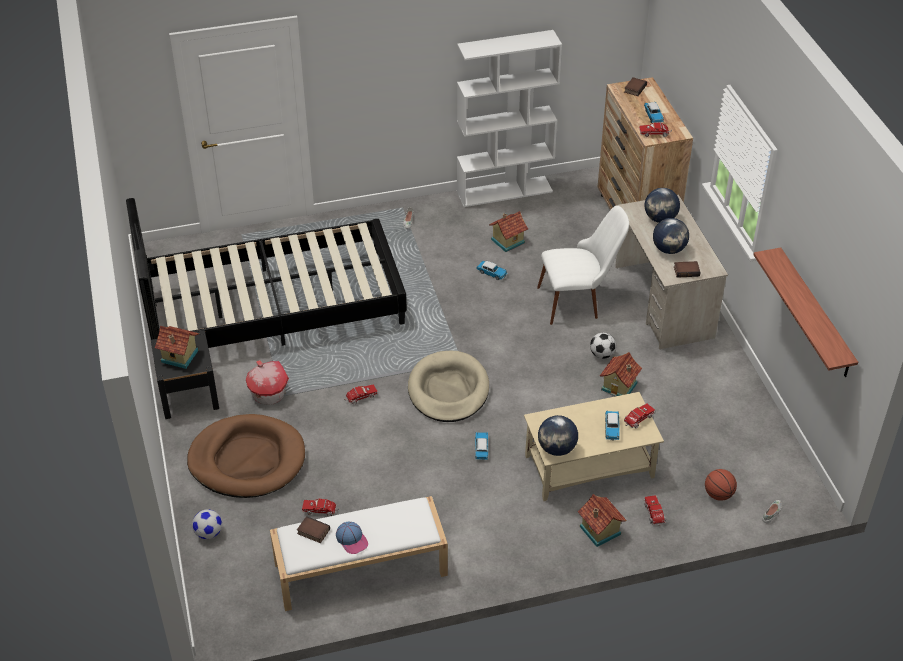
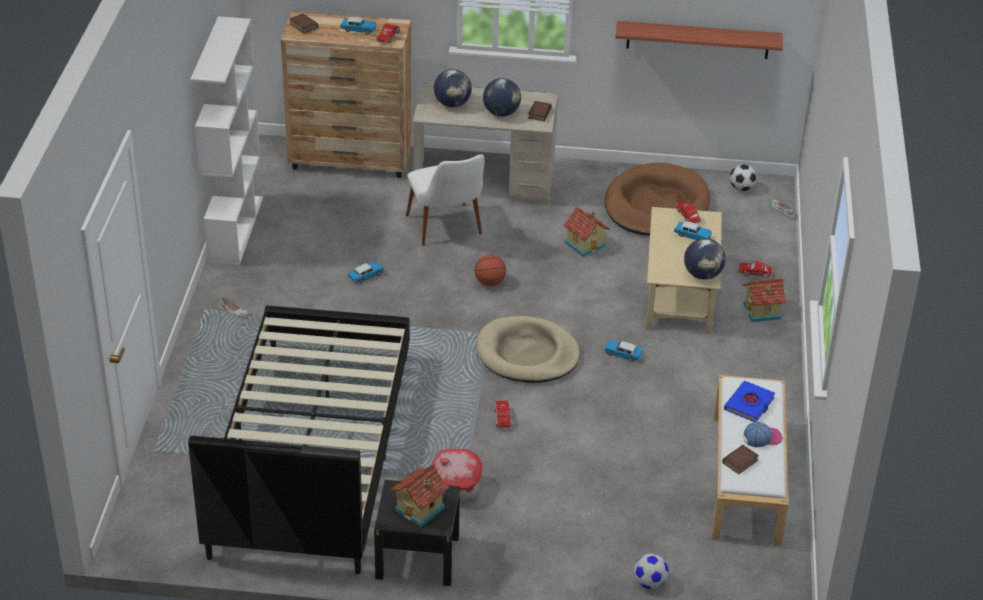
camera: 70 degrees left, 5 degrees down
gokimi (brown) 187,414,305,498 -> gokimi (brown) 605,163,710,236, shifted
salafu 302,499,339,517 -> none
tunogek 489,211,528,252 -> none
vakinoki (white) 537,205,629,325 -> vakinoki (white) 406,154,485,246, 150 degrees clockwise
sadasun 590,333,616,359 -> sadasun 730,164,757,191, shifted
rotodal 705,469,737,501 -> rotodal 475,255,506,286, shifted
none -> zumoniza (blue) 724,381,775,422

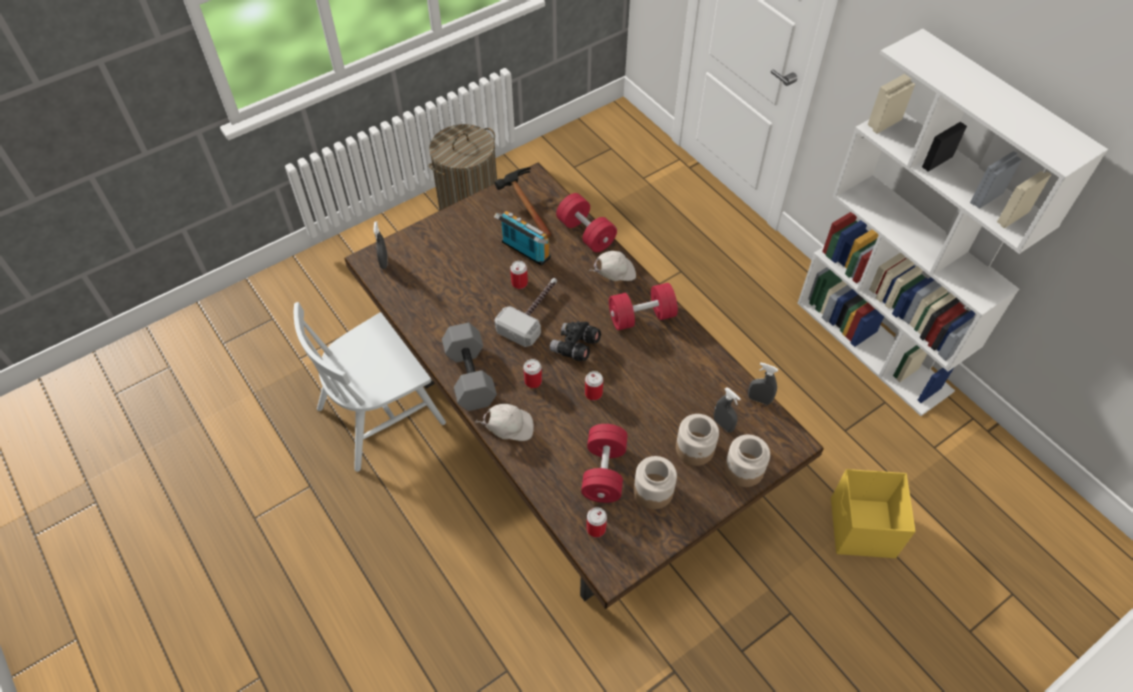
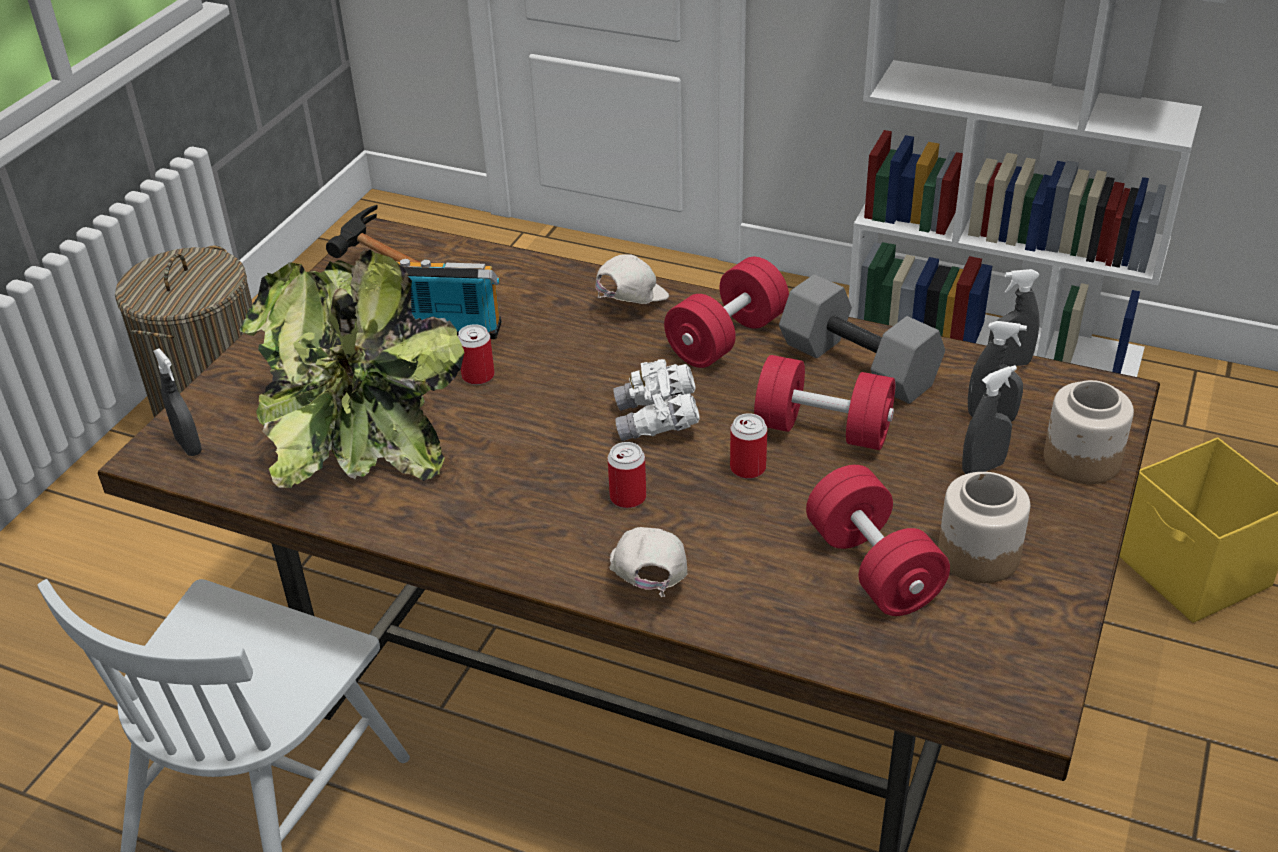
camera: 30 degrees left, 15 degrees down
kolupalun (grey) 442,323,497,411 -> kolupalun (grey) 779,274,945,404, shifted
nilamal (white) 475,404,534,441 -> nilamal (white) 610,527,688,597, 60 degrees counterclockwise
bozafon 494,278,557,347 -> none
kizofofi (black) 550,321,601,361 -> kizofofi (white) 613,359,700,441
kolupalun (red) 556,193,617,252 -> kolupalun (red) 754,355,896,450, shifted
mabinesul 586,507,607,538 -> none
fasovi 676,414,719,466 -> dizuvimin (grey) 962,365,1017,474
none -> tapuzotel 240,250,465,488

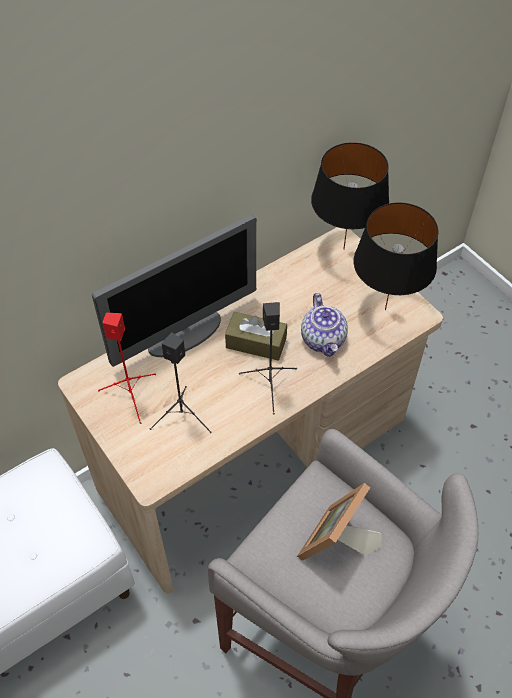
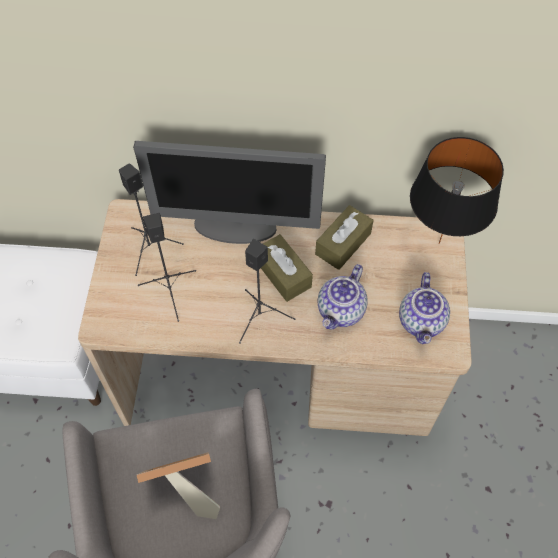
camera: 40 degrees right, 5 degrees up
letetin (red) 98,313,156,424 -> letetin (black) 119,163,184,276
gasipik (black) 354,202,439,310 -> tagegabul 399,272,450,344
none -> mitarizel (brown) 315,205,374,270

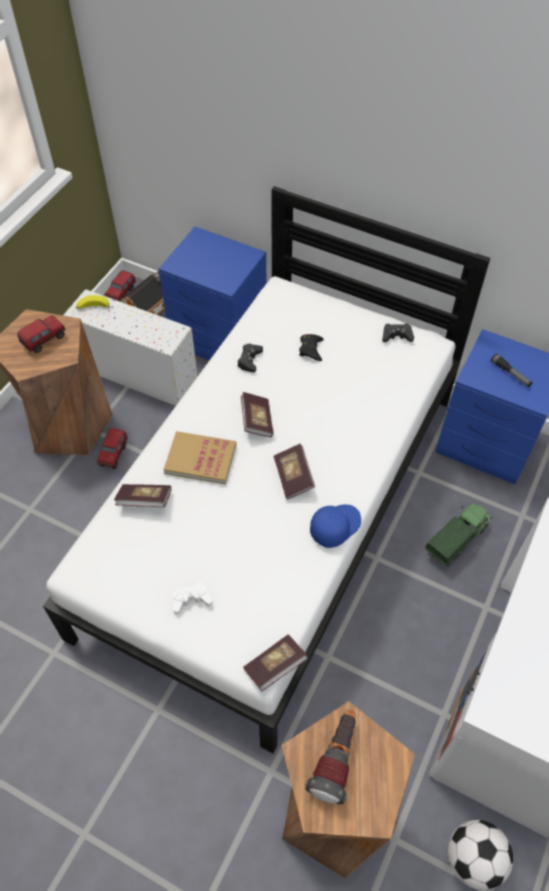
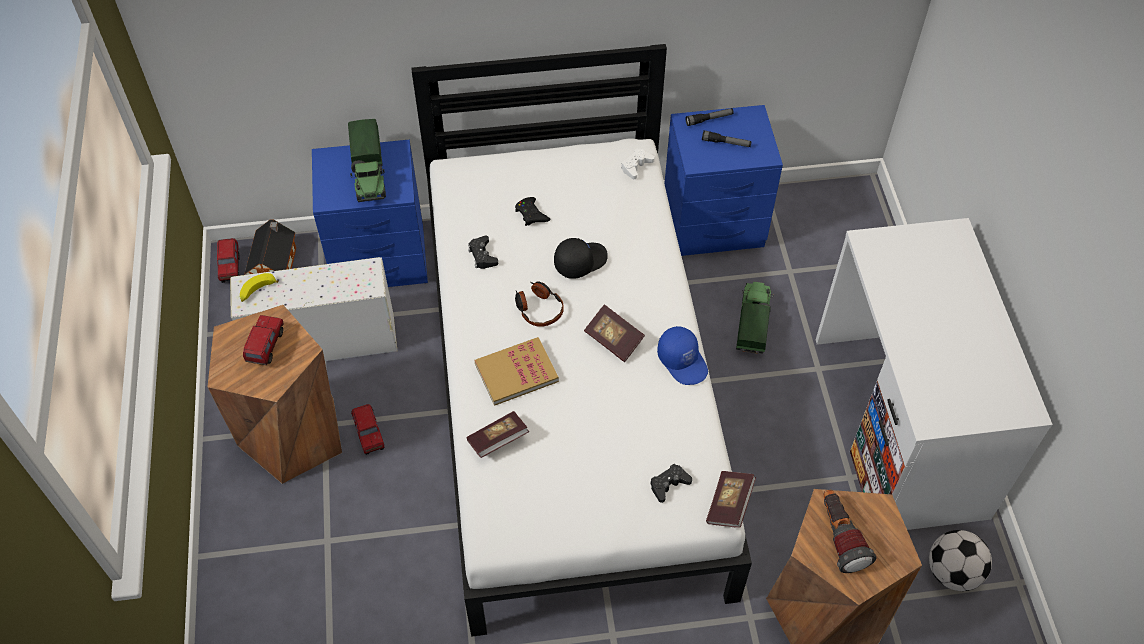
camera: 35 degrees left, 0 degrees up
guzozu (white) 173,582,212,614 -> guzozu (white) 621,149,655,179, shifted
zumoniza 241,392,274,437 -> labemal 515,281,564,327
nilamal (blue) 310,504,361,548 -> nilamal (blue) 657,326,708,385, 135 degrees clockwise
guzozu (black) 382,324,414,342 -> guzozu (black) 650,464,692,503, shifted
none -> salafu 348,119,386,202
none -> nilamal (black) 554,238,607,279
none -> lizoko 685,108,734,126

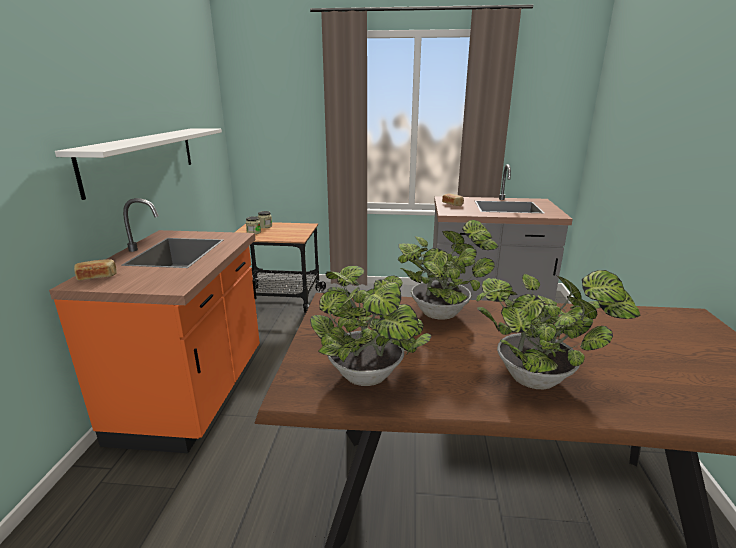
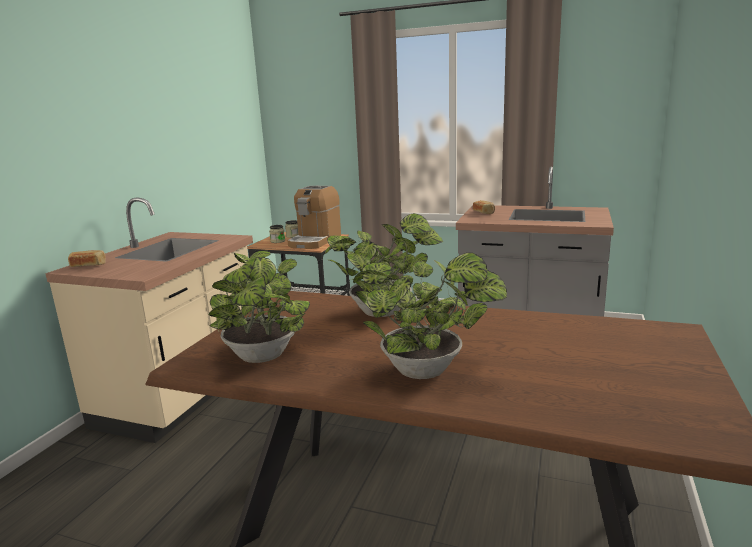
camera: 15 degrees right, 5 degrees down
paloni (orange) 49,198,260,453 -> paloni (beige) 45,198,253,443
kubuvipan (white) 55,128,222,200 -> none
none -> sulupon 287,185,341,249

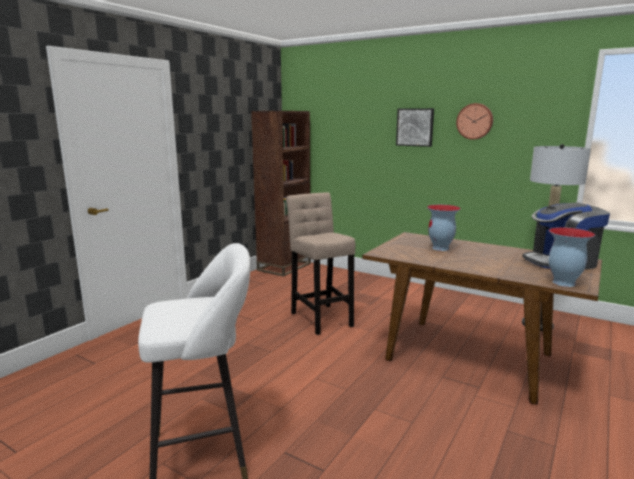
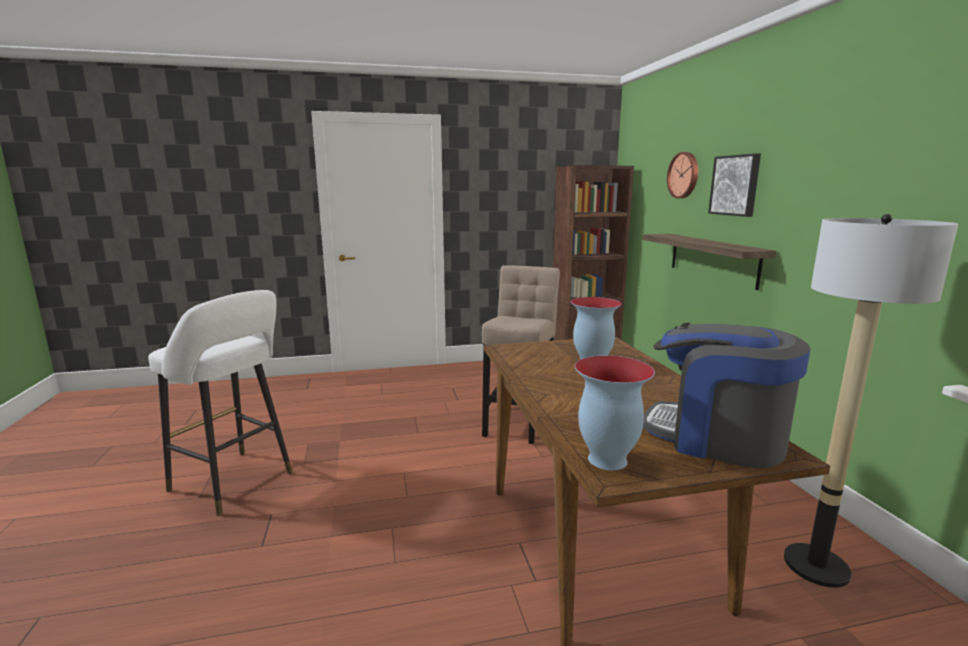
camera: 45 degrees right, 0 degrees up
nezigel 456,103,493,140 -> nezigel 667,152,698,198, shifted
none -> kubuvipan 643,234,776,290

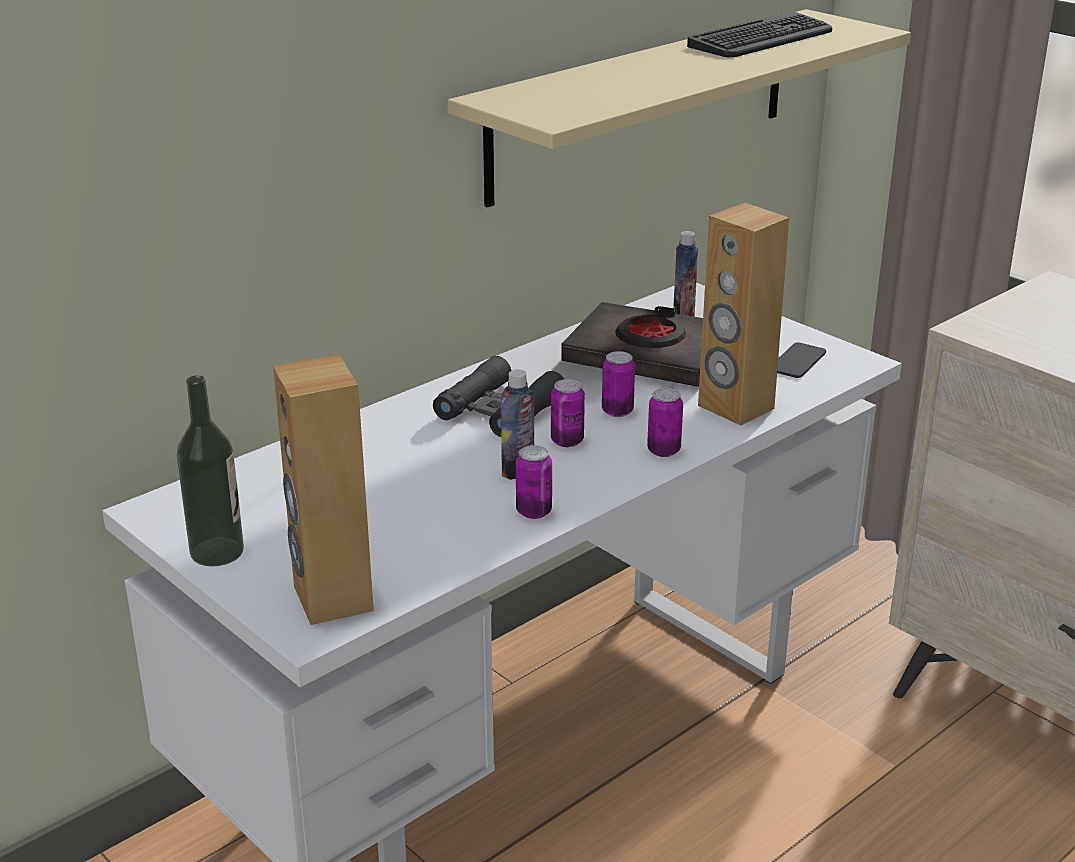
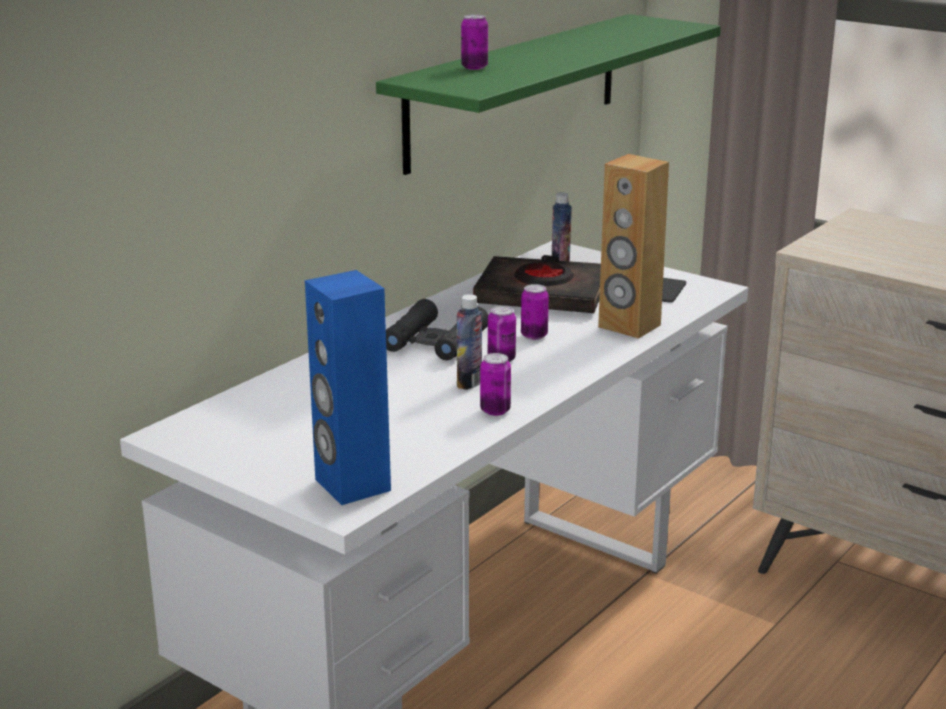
camera: 10 degrees left, 5 degrees down
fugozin 177,375,244,566 -> none
letetin (brown) 273,355,374,625 -> letetin (blue) 305,270,391,505
kubuvipan (beige) 447,9,911,207 -> kubuvipan (green) 376,14,721,175
mabinesul 647,388,683,457 -> mabinesul 461,14,488,70, shifted
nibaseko 687,12,832,57 -> none

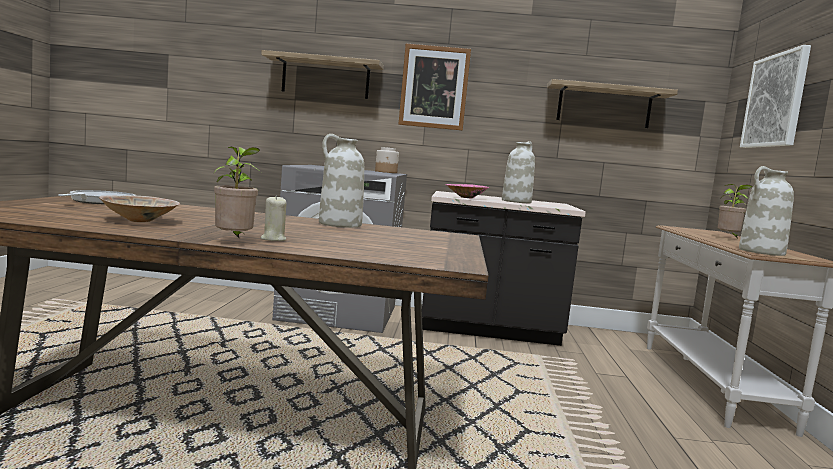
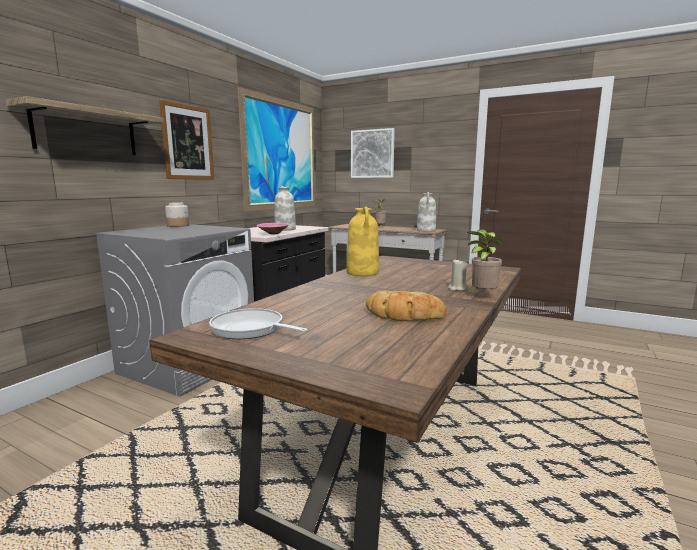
camera: 65 degrees left, 5 degrees up
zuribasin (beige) 99,195,180,222 -> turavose 366,290,447,321
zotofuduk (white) 319,134,364,228 -> zotofuduk (yellow) 347,207,379,276
kubuvipan 547,79,678,128 -> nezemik 238,87,315,212

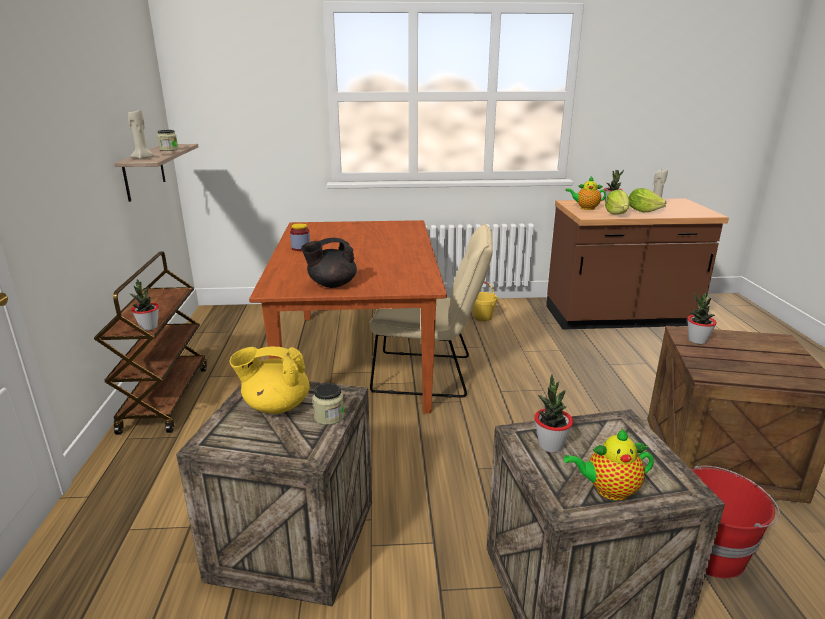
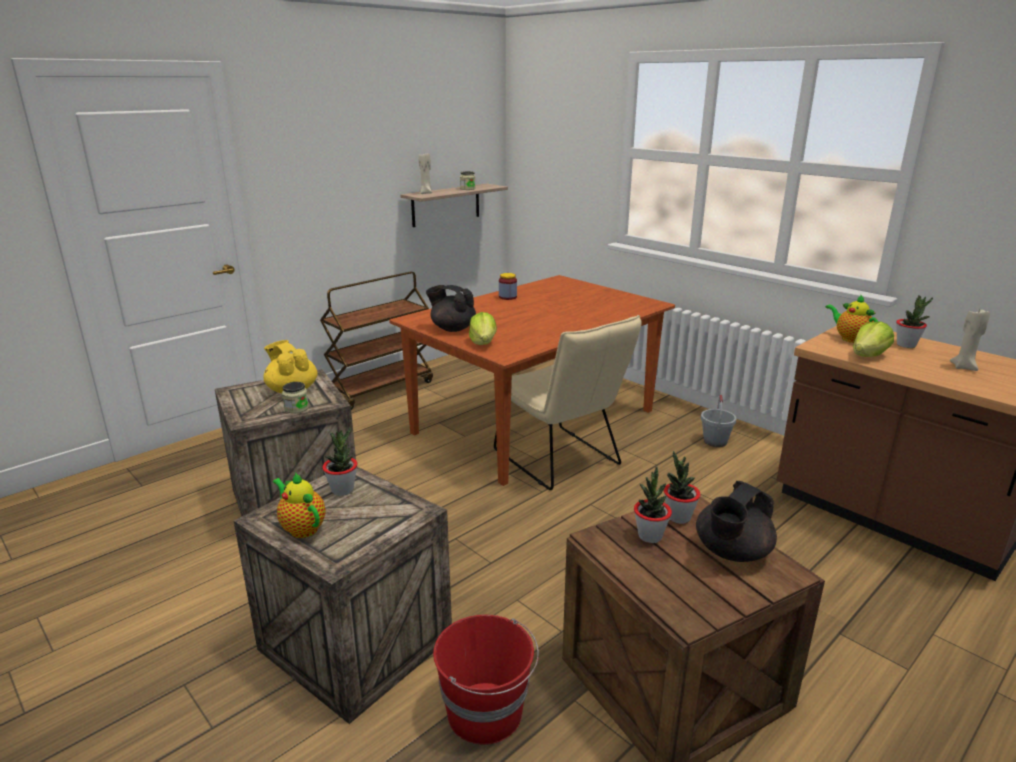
camera: 50 degrees right, 0 degrees up
tapuzotel 130,279,159,331 -> tapuzotel 634,466,672,543, shifted
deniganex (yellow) 473,281,498,321 -> deniganex (grey) 701,395,737,447
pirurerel 629,188,666,212 -> pirurerel 469,312,497,345, shifted
none -> tagegabul (black) 696,481,777,562

